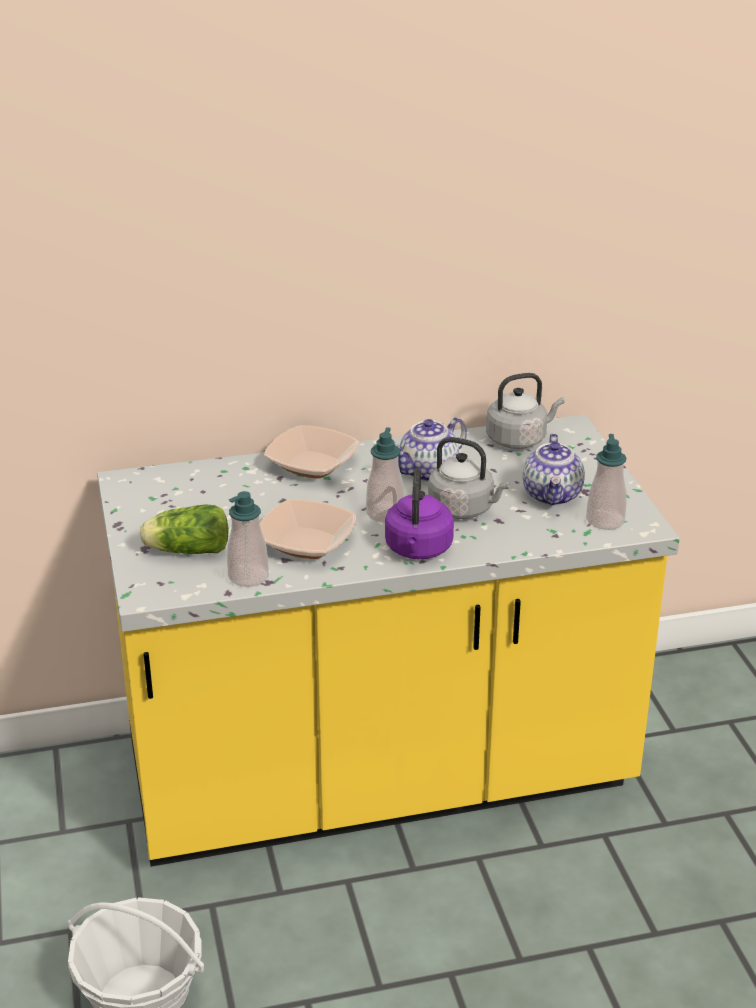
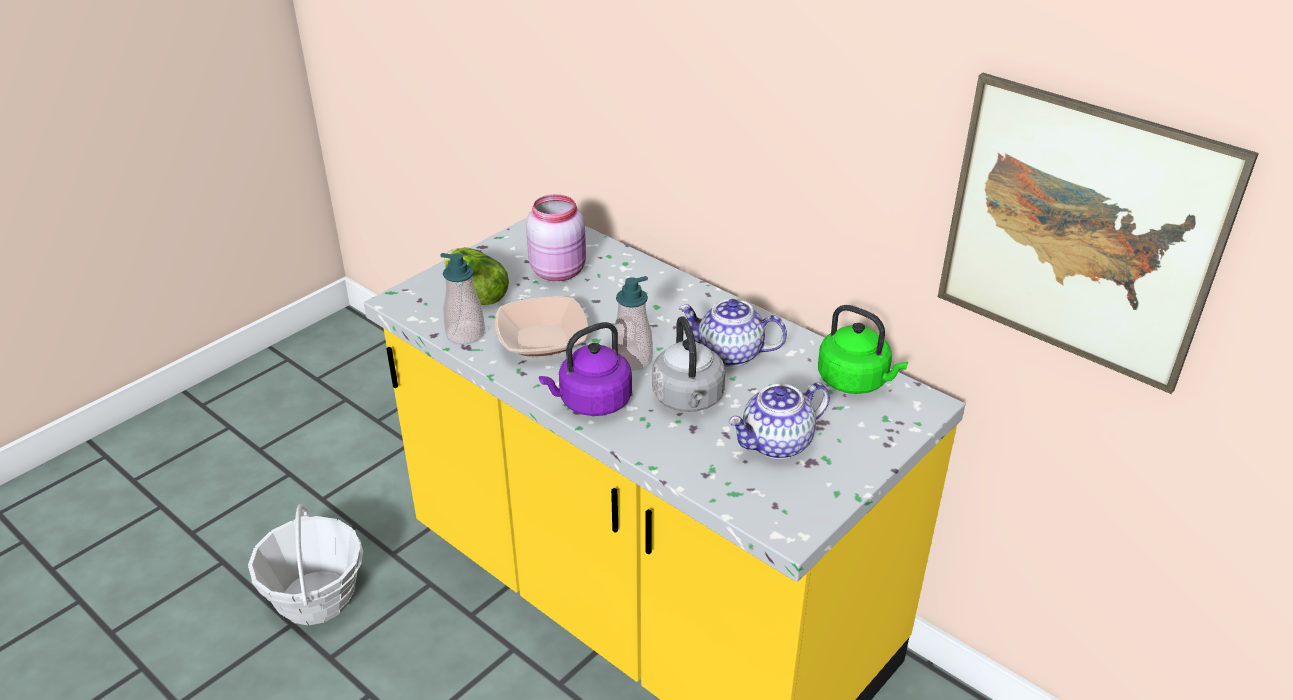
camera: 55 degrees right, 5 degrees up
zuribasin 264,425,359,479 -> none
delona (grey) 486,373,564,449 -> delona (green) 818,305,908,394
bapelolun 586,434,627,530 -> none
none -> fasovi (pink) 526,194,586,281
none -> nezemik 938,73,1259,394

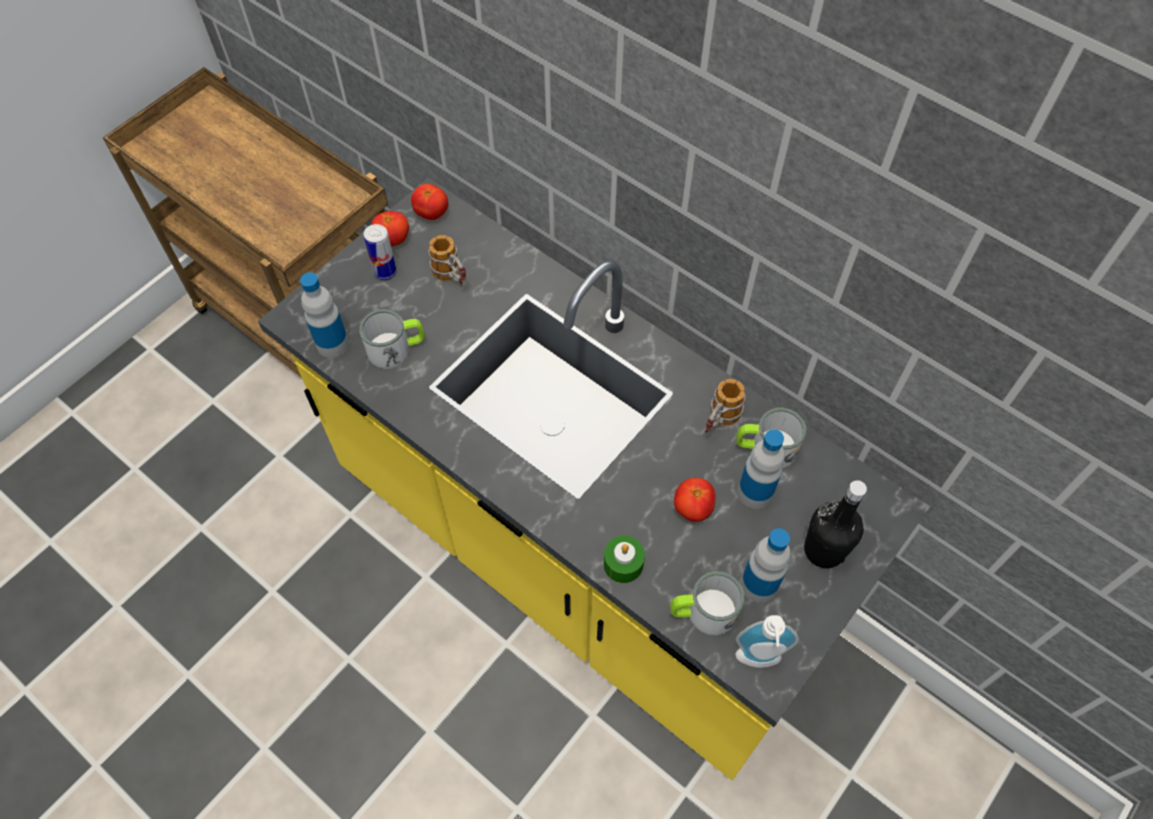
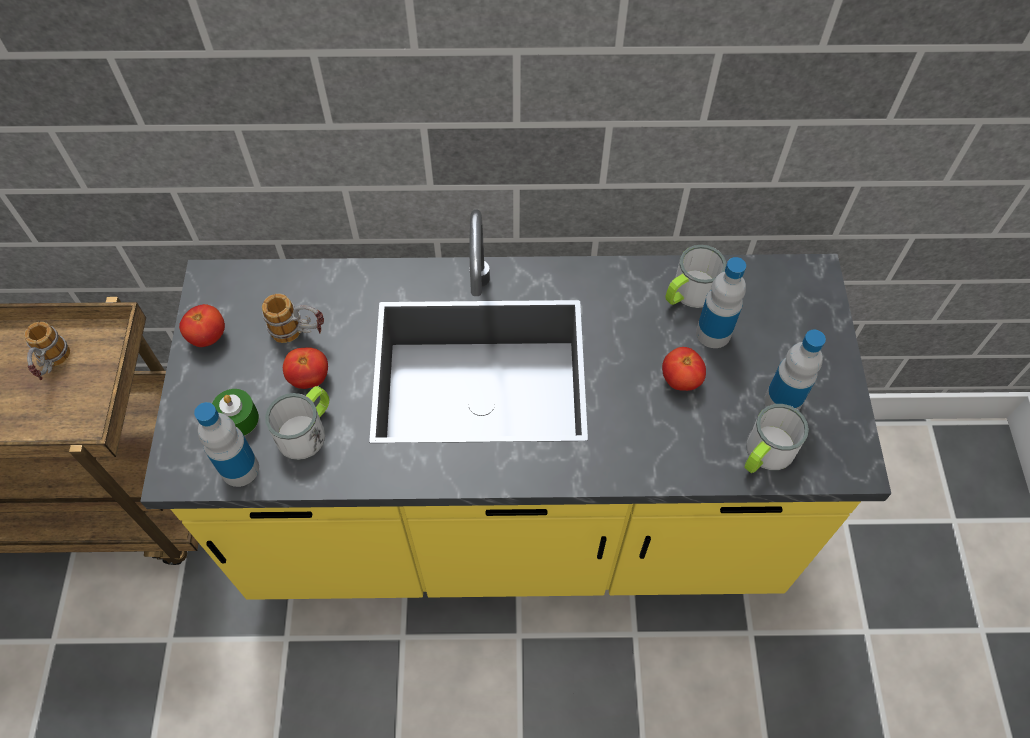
camera: 40 degrees left, 0 degrees up
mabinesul 364,224,397,280 -> none
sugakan 411,184,448,220 -> sugakan 283,347,328,389, shifted
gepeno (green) 603,535,645,583 -> gepeno (green) 212,389,259,436, shifted
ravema 705,379,746,432 -> ravema 24,322,70,380, shifted
bapelolun 735,615,799,668 -> none
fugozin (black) 804,480,867,568 -> none

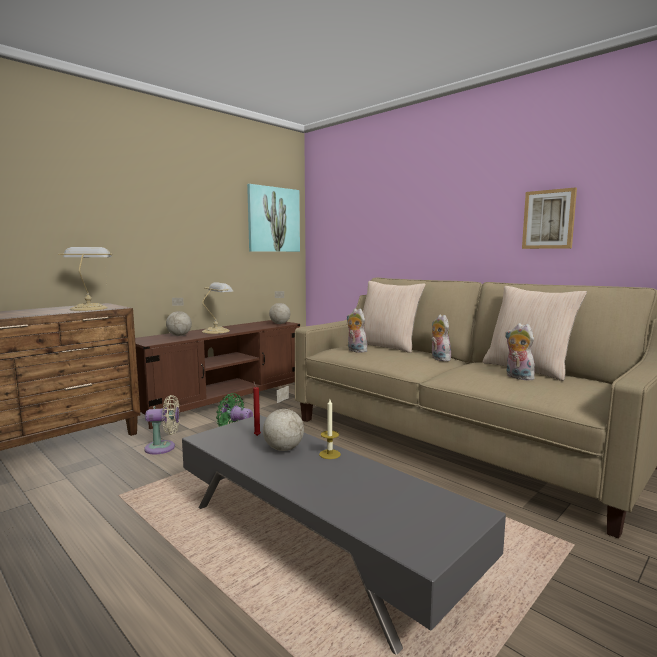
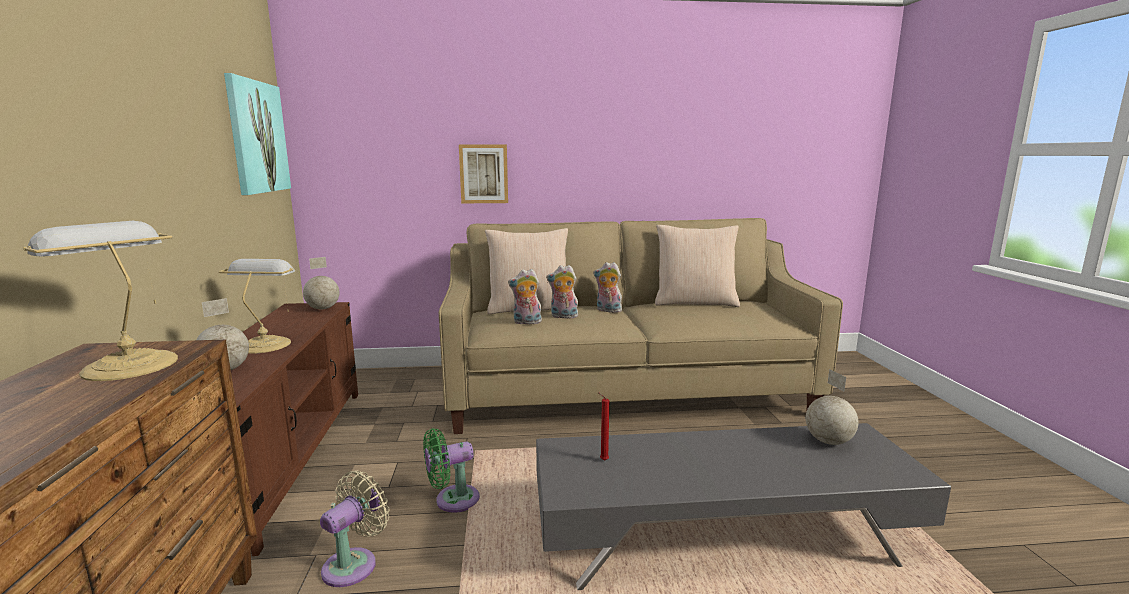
camera: 50 degrees left, 5 degrees up
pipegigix 263,386,304,451 -> pipegigix 806,369,859,445, shifted
gepeno 319,399,341,459 -> none
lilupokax 505,323,535,380 -> lilupokax 546,265,578,319, shifted
nezemik 522,187,577,249 -> nezemik 459,145,508,203, shifted

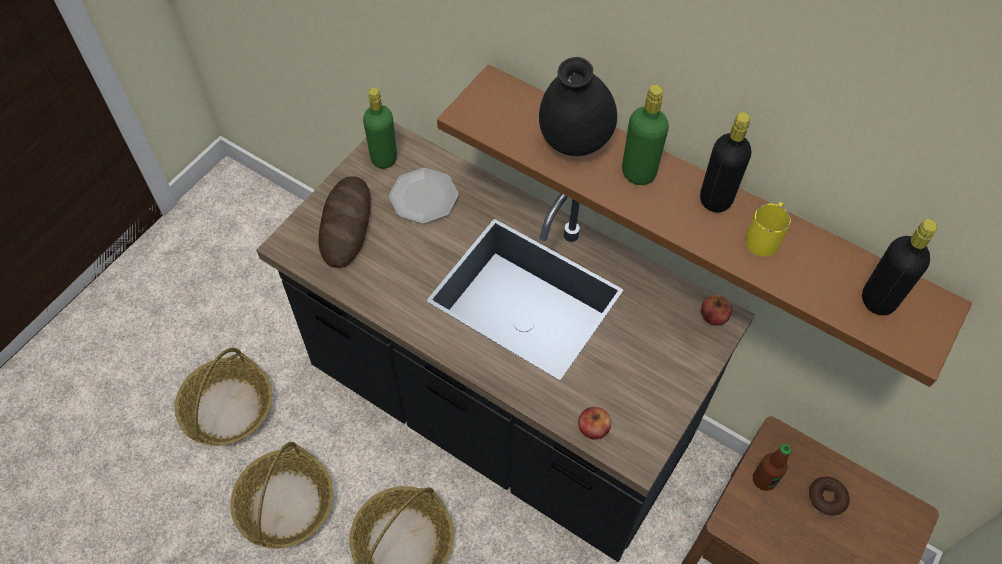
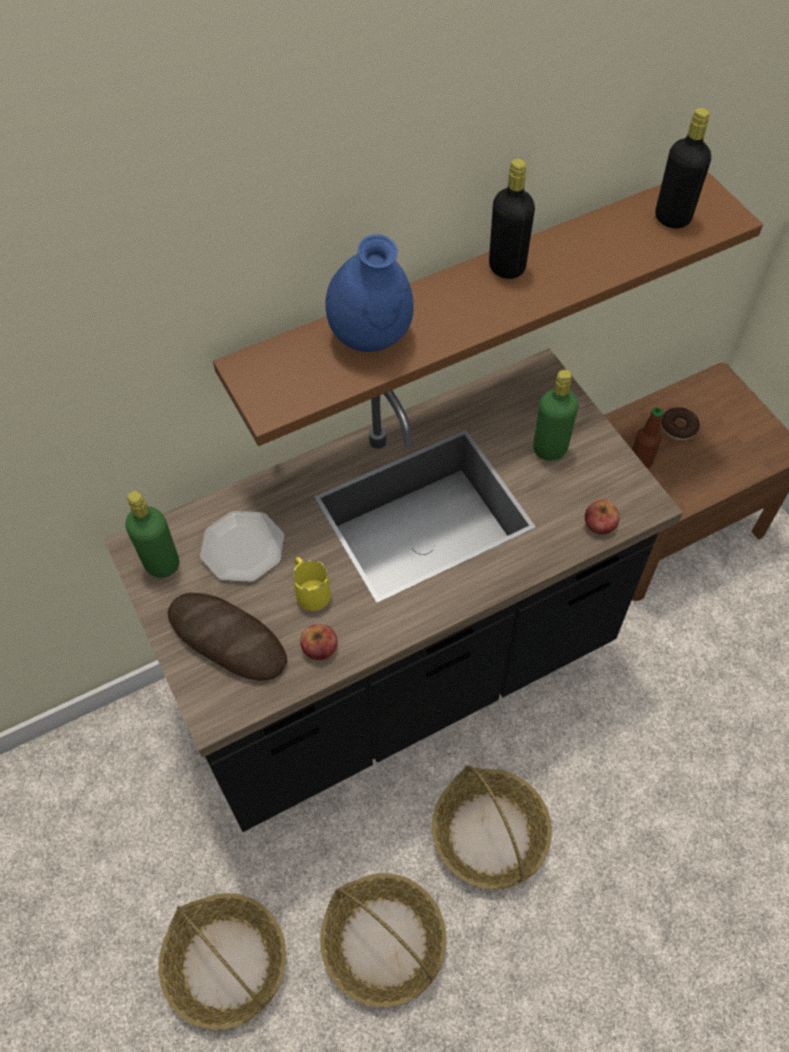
camera: 60 degrees left, 0 degrees up
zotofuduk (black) 539,57,617,156 -> zotofuduk (blue) 325,234,414,352
fugozin (green) 622,85,669,185 -> fugozin (green) 533,370,579,461, shifted
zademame 701,295,732,326 -> zademame 300,624,338,660, shifted
ravema (yellow) 745,202,791,257 -> ravema (yellow) 292,557,331,611, shifted

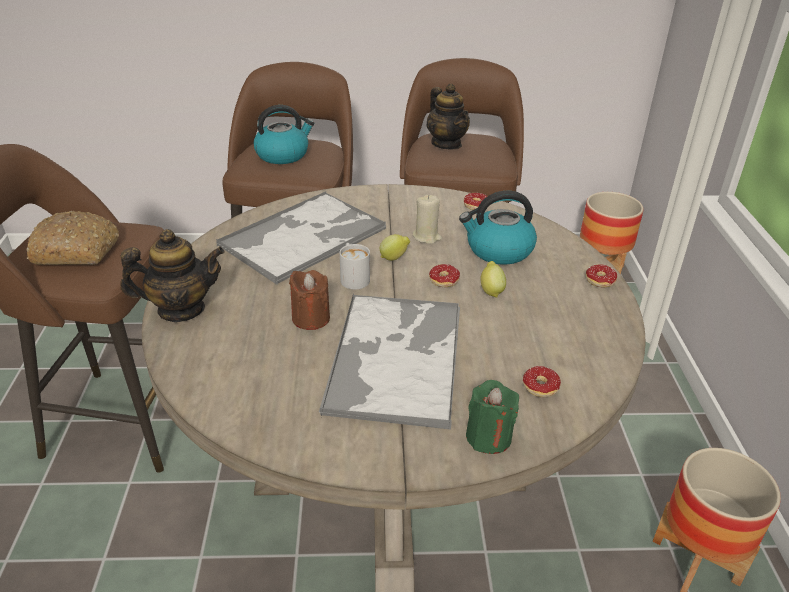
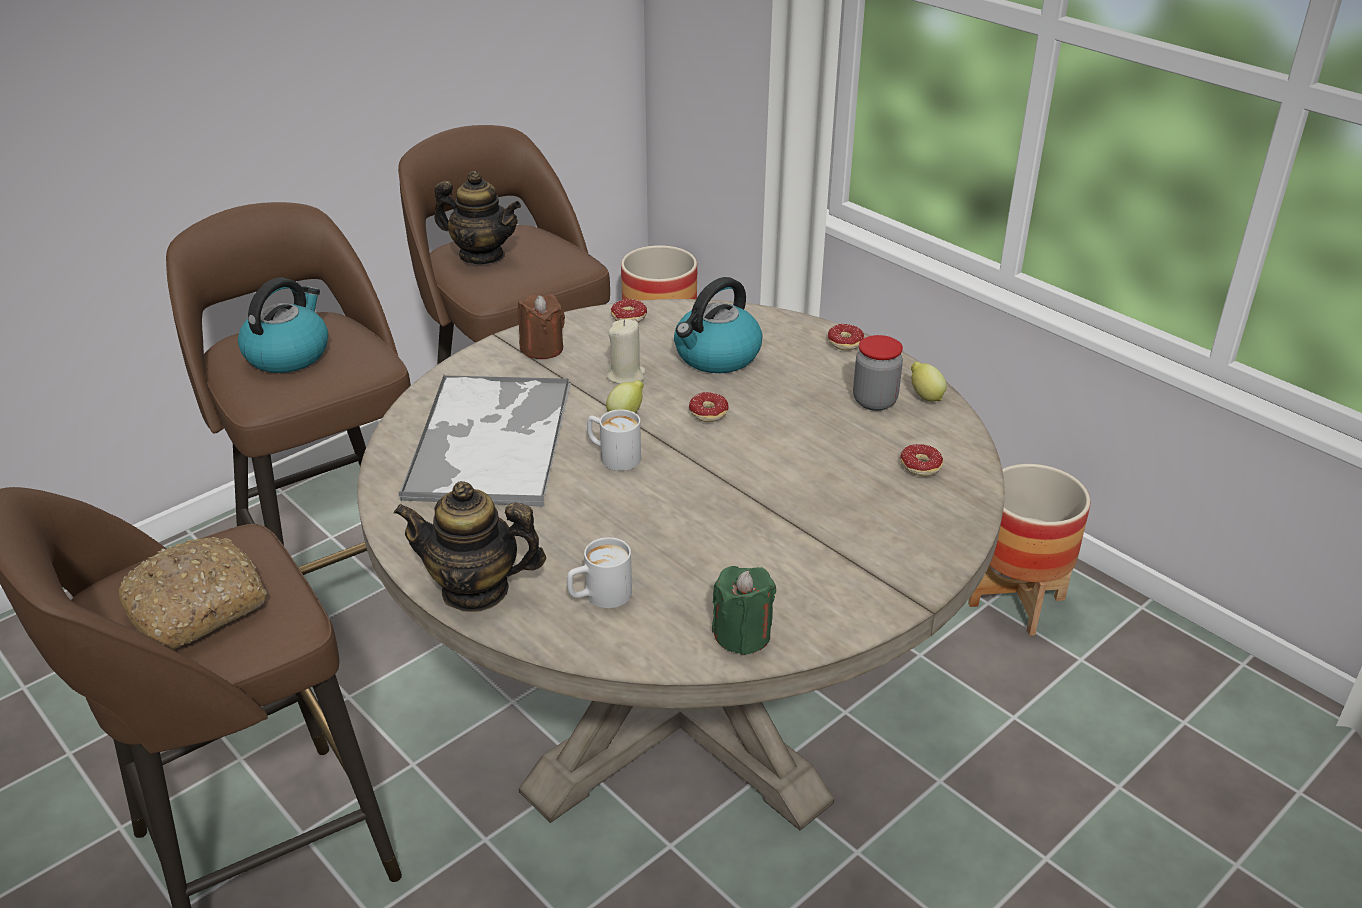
camera: 40 degrees left, 0 degrees up
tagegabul 120,229,225,322 -> tagegabul 394,481,546,612, 120 degrees counterclockwise
gepeno (brown) 289,270,330,330 -> gepeno (brown) 518,294,565,359, shifted
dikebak 319,295,460,430 -> none
gepeno (green) 466,380,519,454 -> gepeno (green) 712,566,776,655, shifted
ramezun 480,261,506,297 -> ramezun 911,362,947,402, shifted
none -> ravema (white) 567,537,632,608
none -> fasovi 853,335,903,411

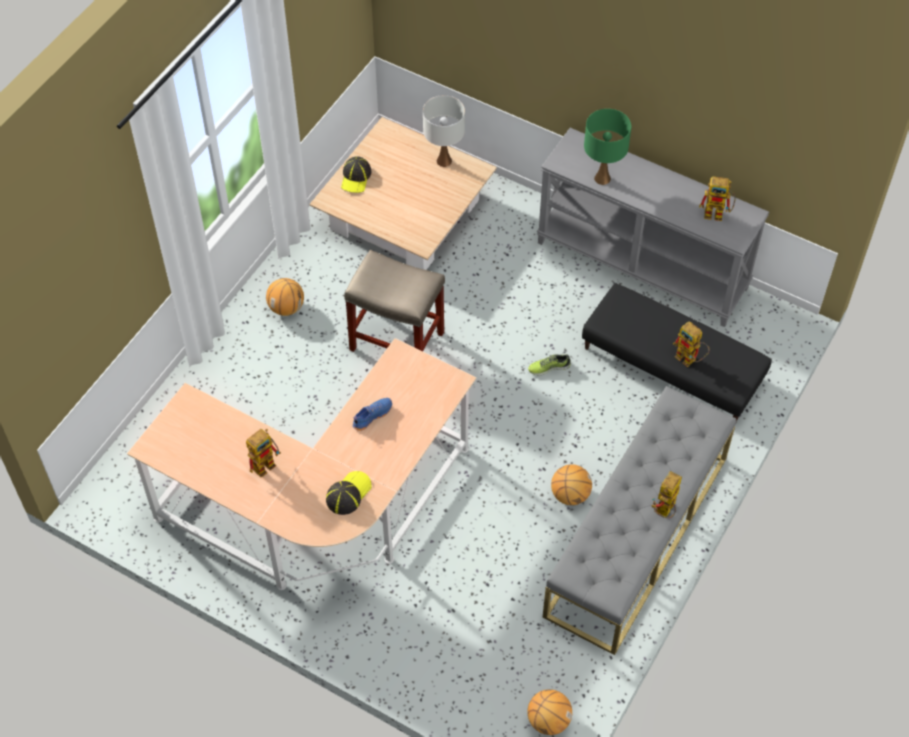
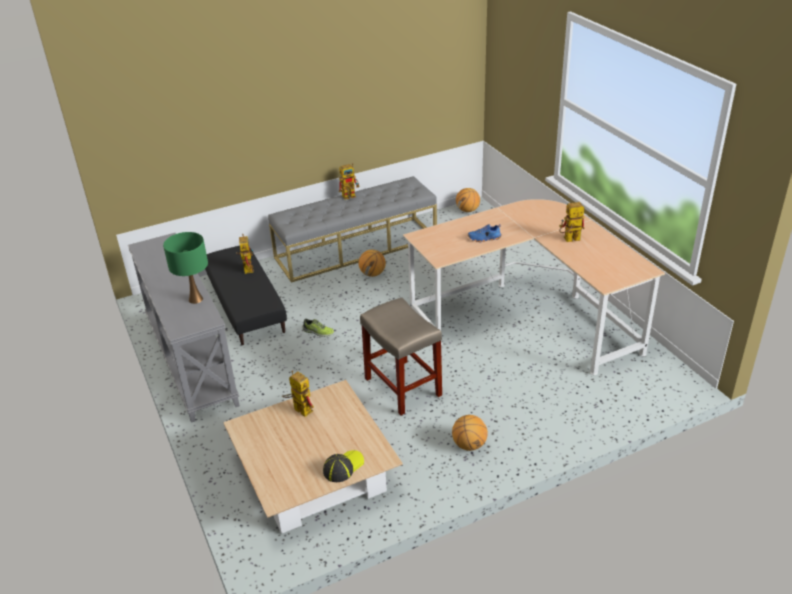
camera: 145 degrees left, 20 degrees down
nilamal 326,471,372,515 -> none
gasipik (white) 423,95,465,167 -> none
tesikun 699,177,736,221 -> tesikun 282,371,314,417, shifted

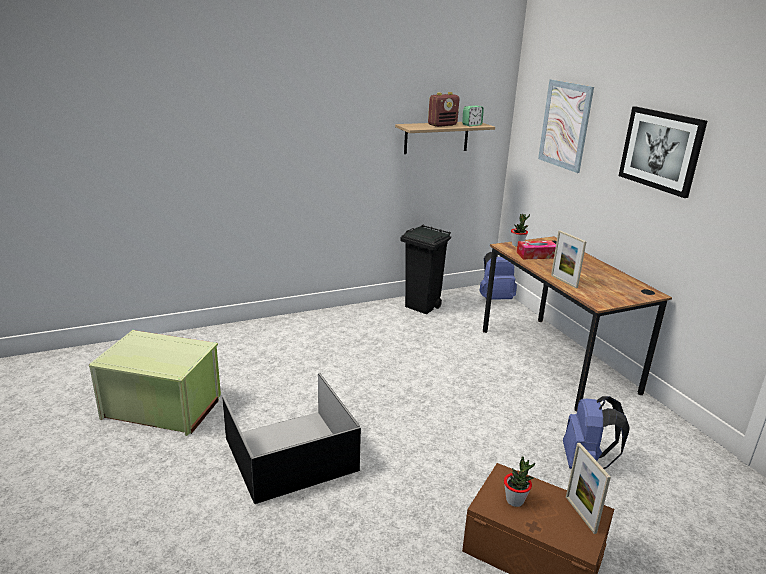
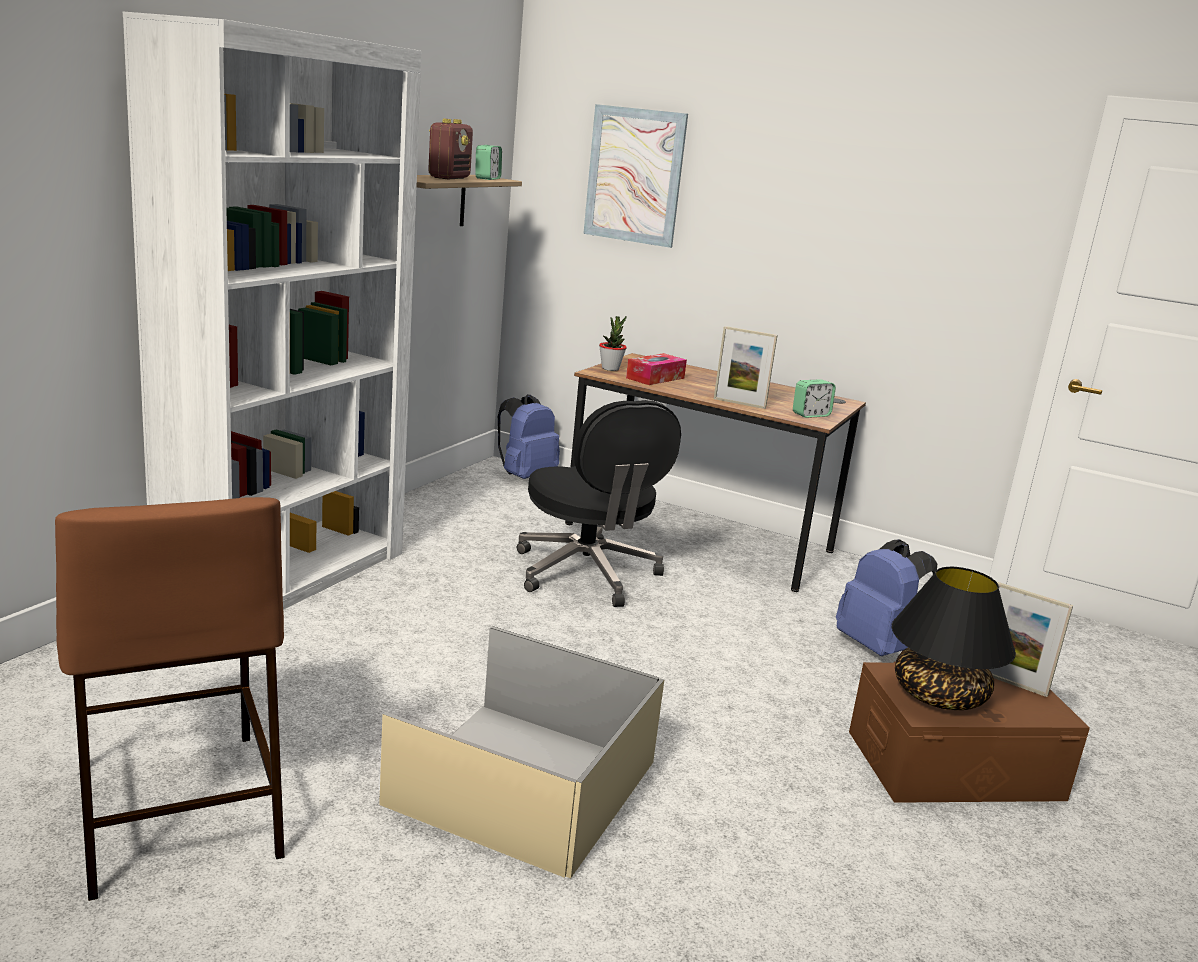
camera: 40 degrees left, 5 degrees down
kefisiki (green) 89,330,221,436 -> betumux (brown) 55,497,285,901
kefisiki (black) 222,373,361,504 -> kefisiki (beige) 379,626,665,878
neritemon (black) 400,225,451,314 -> none
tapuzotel 504,456,535,507 -> gasipik (black) 892,567,1016,710
nezemik 619,106,707,198 -> none
none -> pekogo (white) 123,12,421,610
none -> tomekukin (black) 517,400,681,607
none -> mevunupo 793,379,836,418

